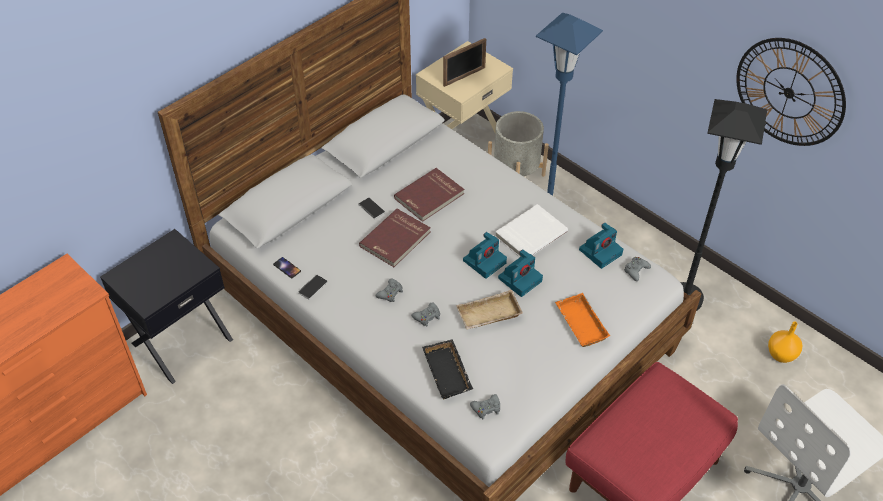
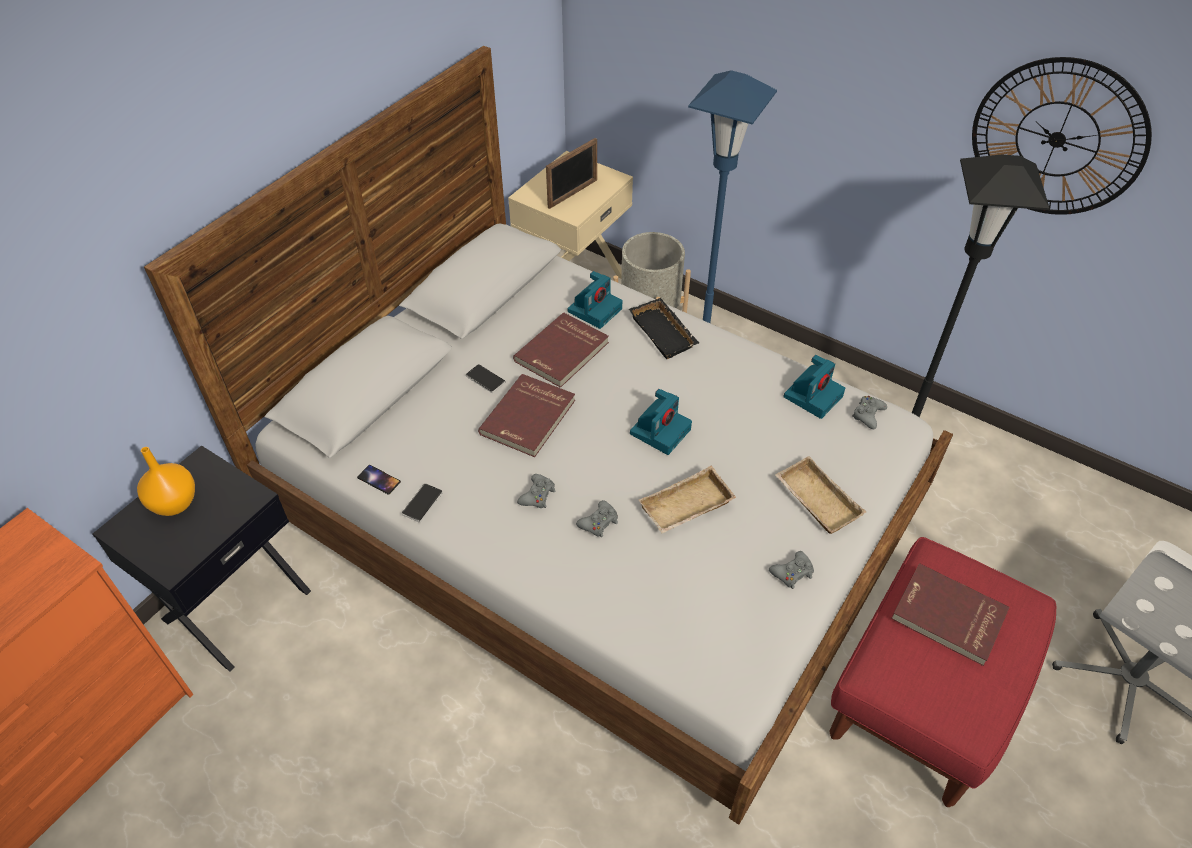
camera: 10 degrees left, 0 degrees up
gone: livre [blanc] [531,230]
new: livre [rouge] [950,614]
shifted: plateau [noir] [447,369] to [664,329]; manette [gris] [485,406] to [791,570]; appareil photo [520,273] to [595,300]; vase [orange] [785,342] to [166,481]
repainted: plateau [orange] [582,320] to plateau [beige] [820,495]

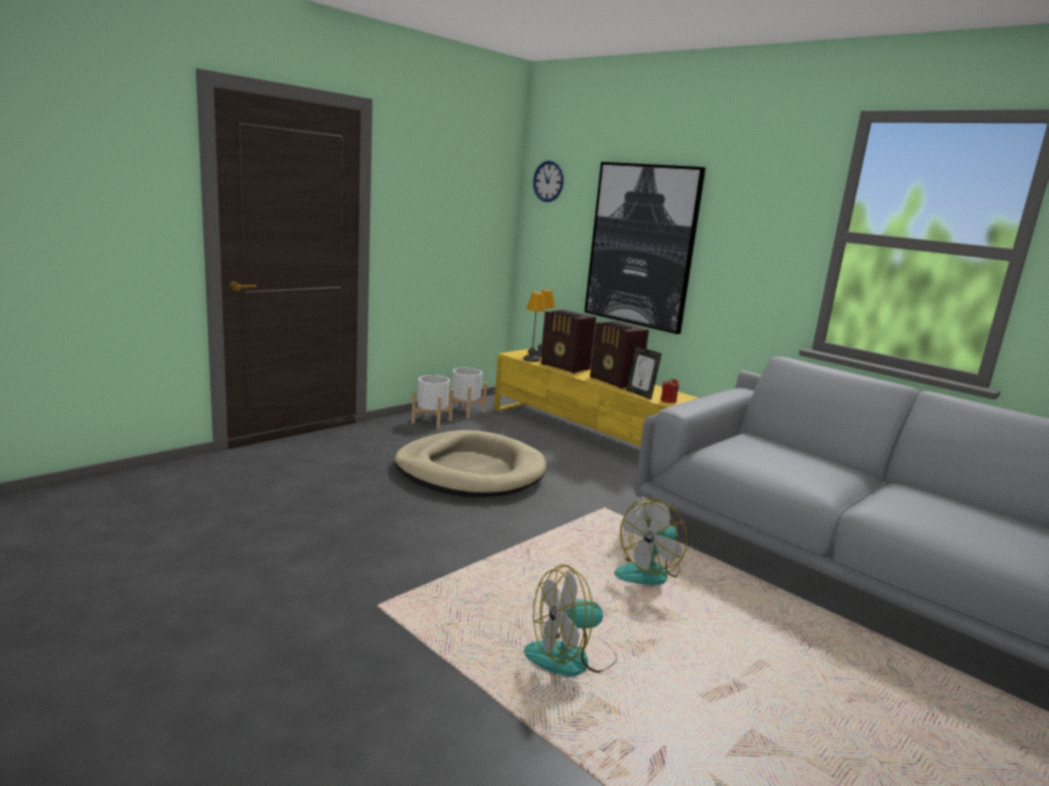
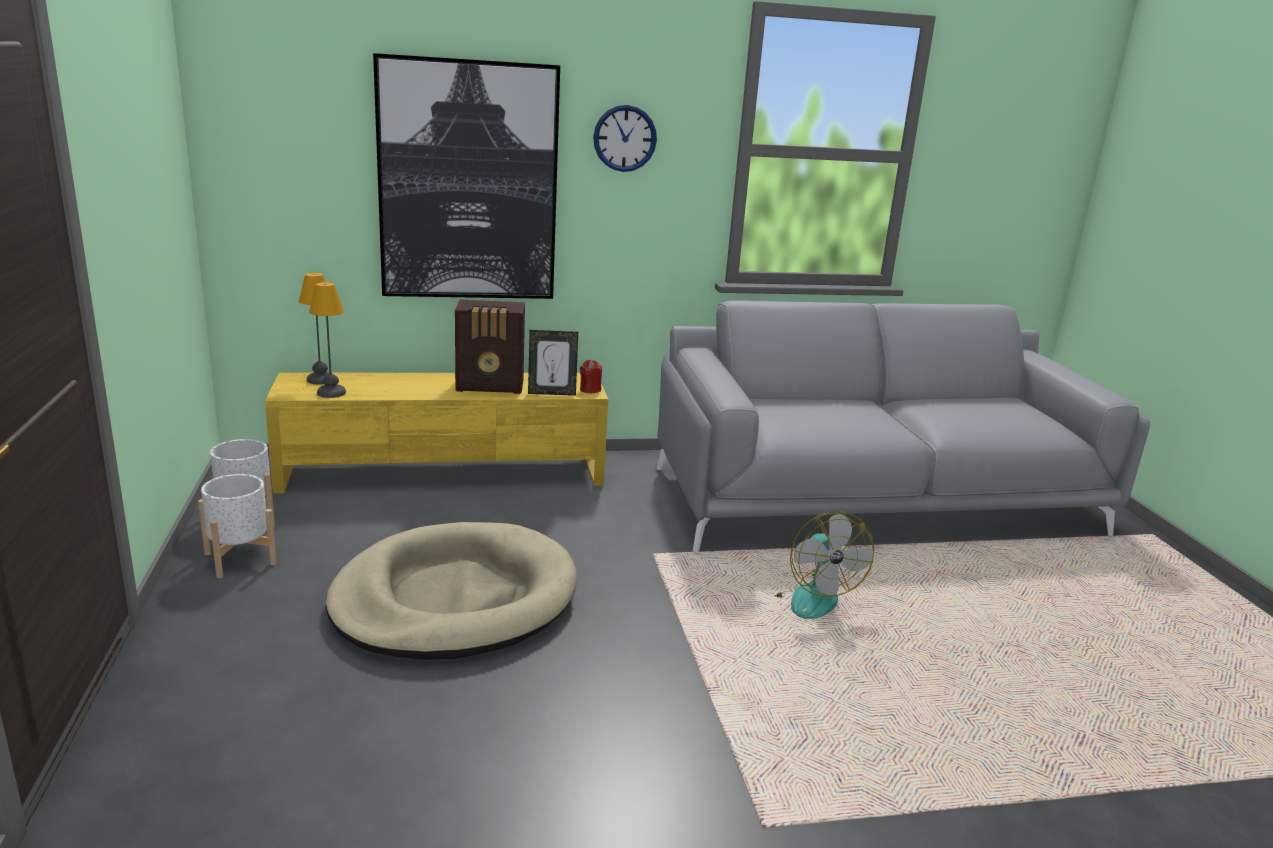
camera: 55 degrees left, 5 degrees up
gone: ventilateur [570,621]; radio [568,341]
shifted: horloge murale [548,181] to [625,138]

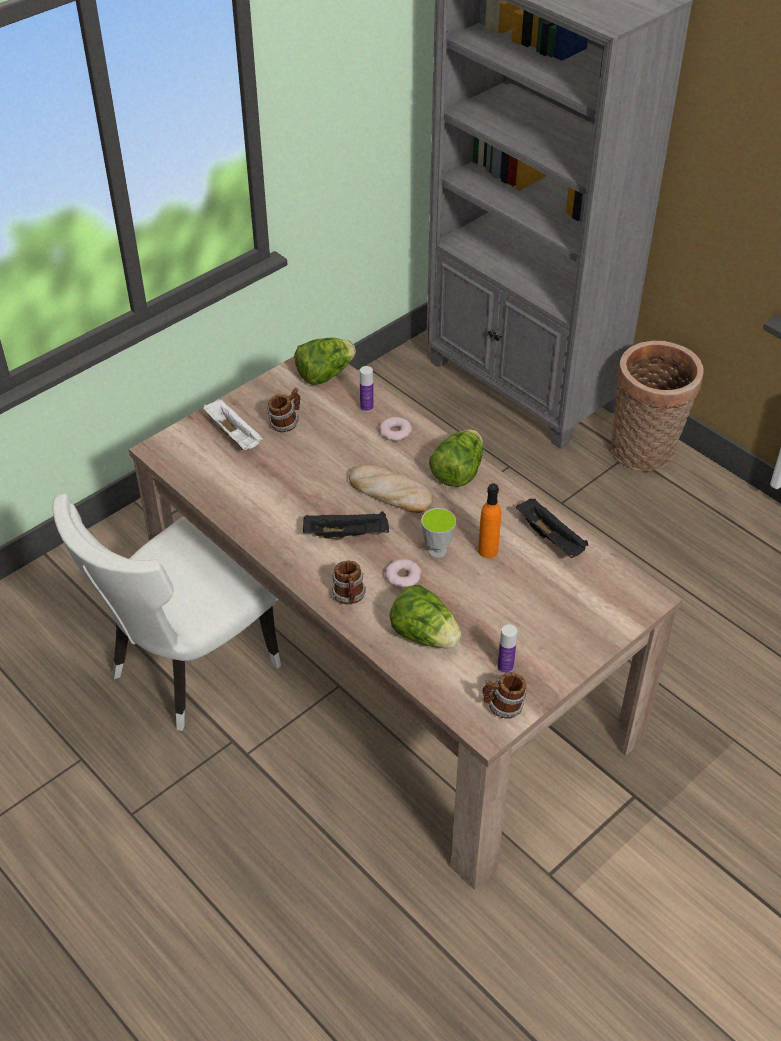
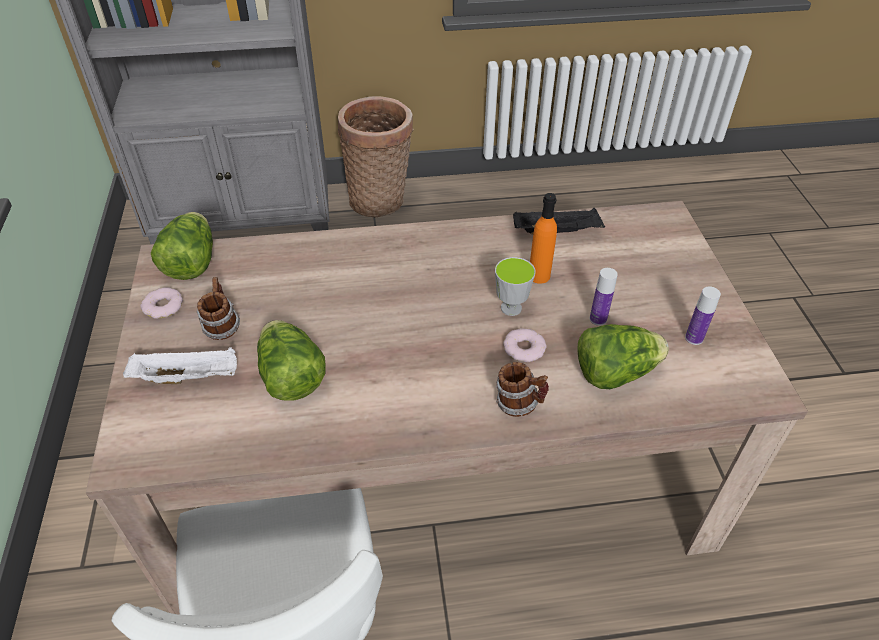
camera: 55 degrees left, 0 degrees up
gone: plateau [noir] [346,525]; pain [391,488]; mug [504,695]
shifted: bouteille [367,389] to [604,297]; beignet [395,429] to [161,303]; laitue [456,458] to [291,360]

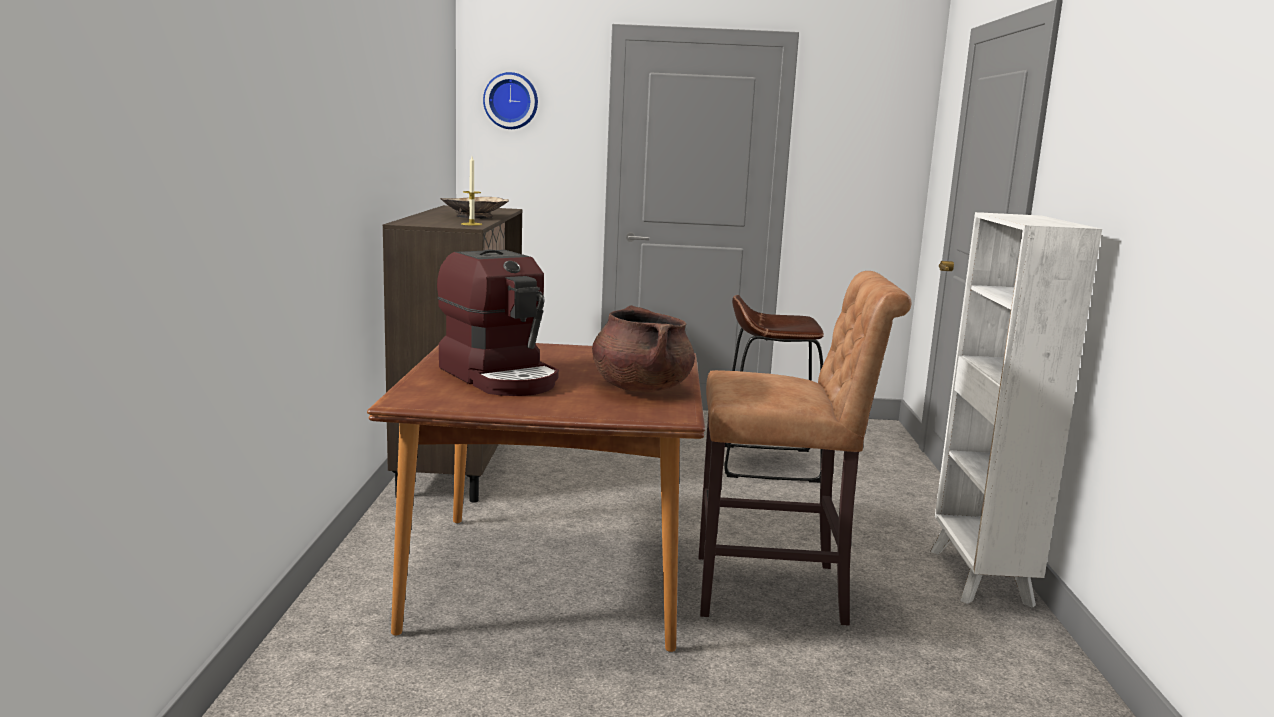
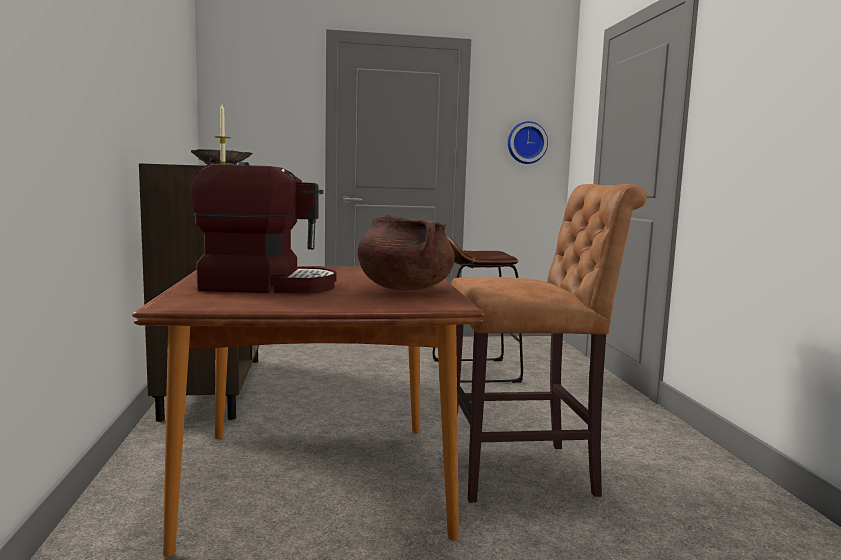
camera: 10 degrees left, 5 degrees down
gone: bibliothèque [blanc] [1016,410]
shifted: horloge murale [510,100] to [528,142]
rotated: machine à café [498,323] = [263,228] 45 degrees counterclockwise

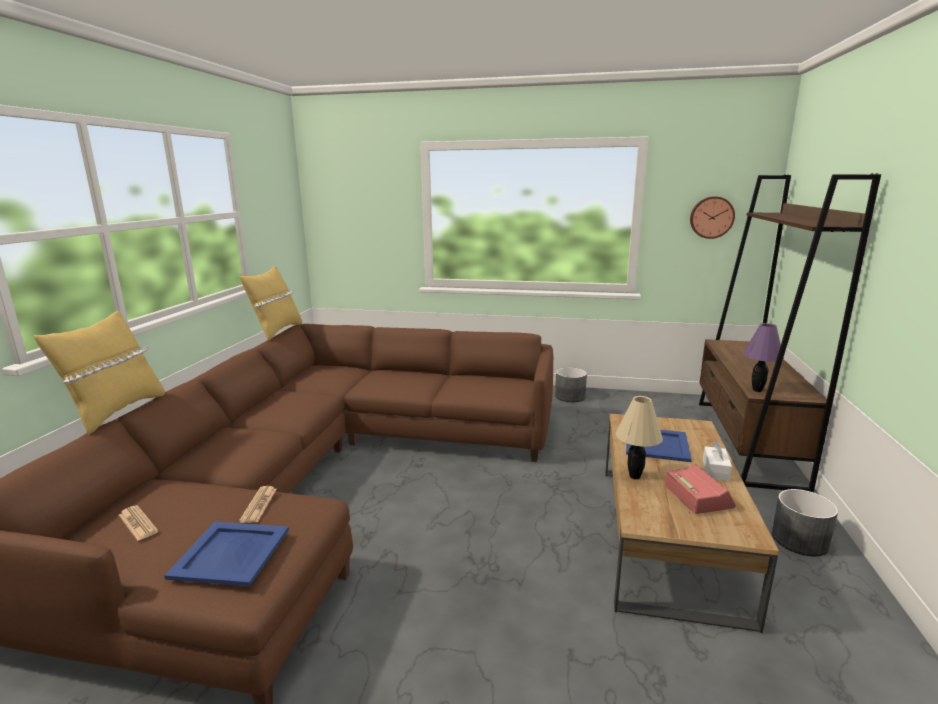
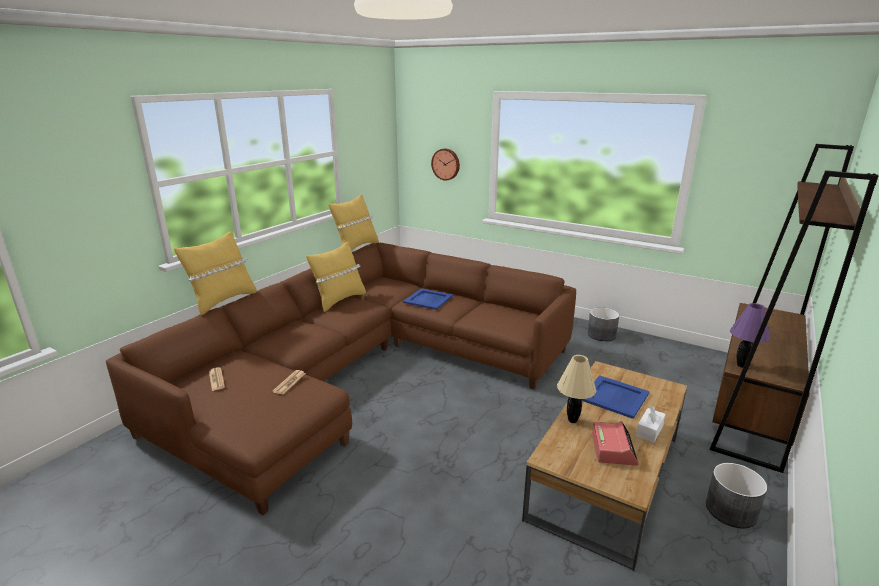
camera: 20 degrees right, 5 degrees up
new: coussin [jaune] [336,277]
shifted: plateau [bleu] [226,554] to [428,299]; horloge murale [712,217] to [445,165]

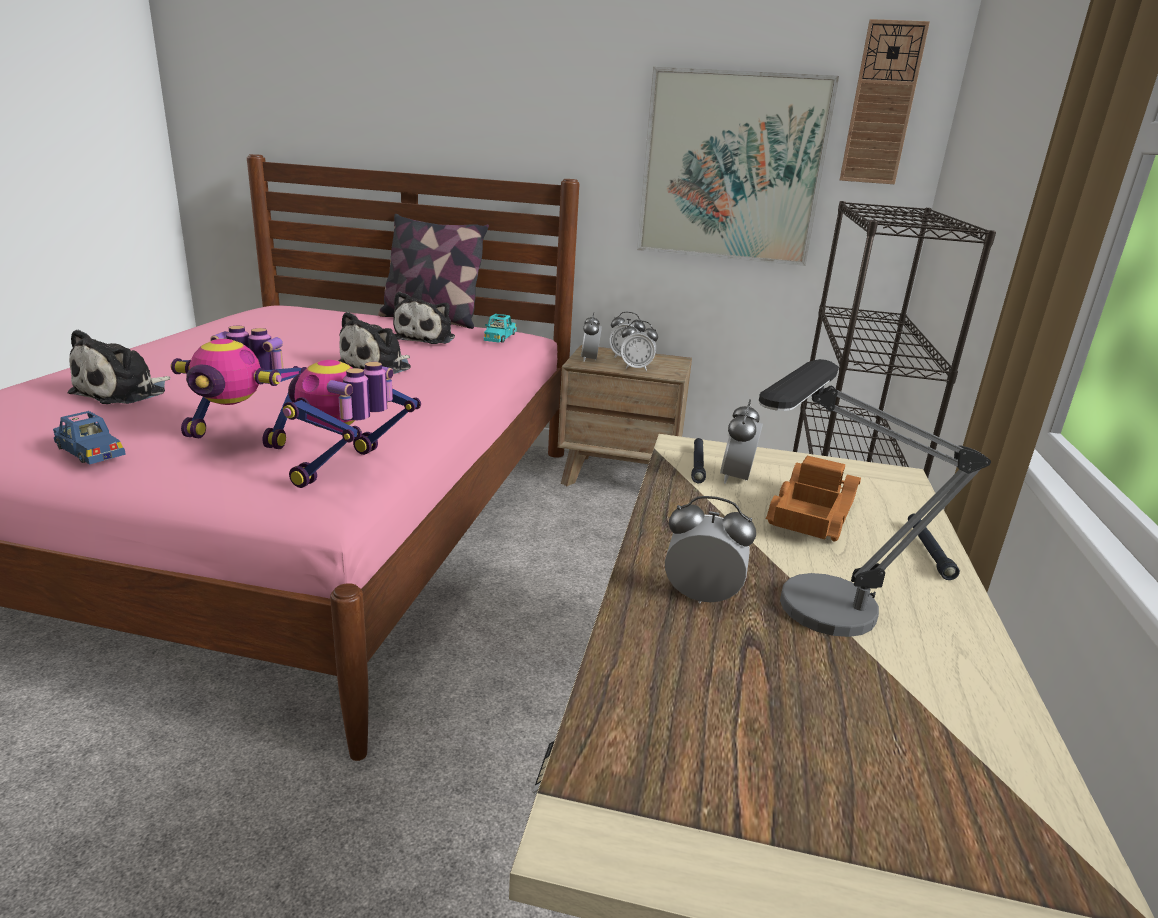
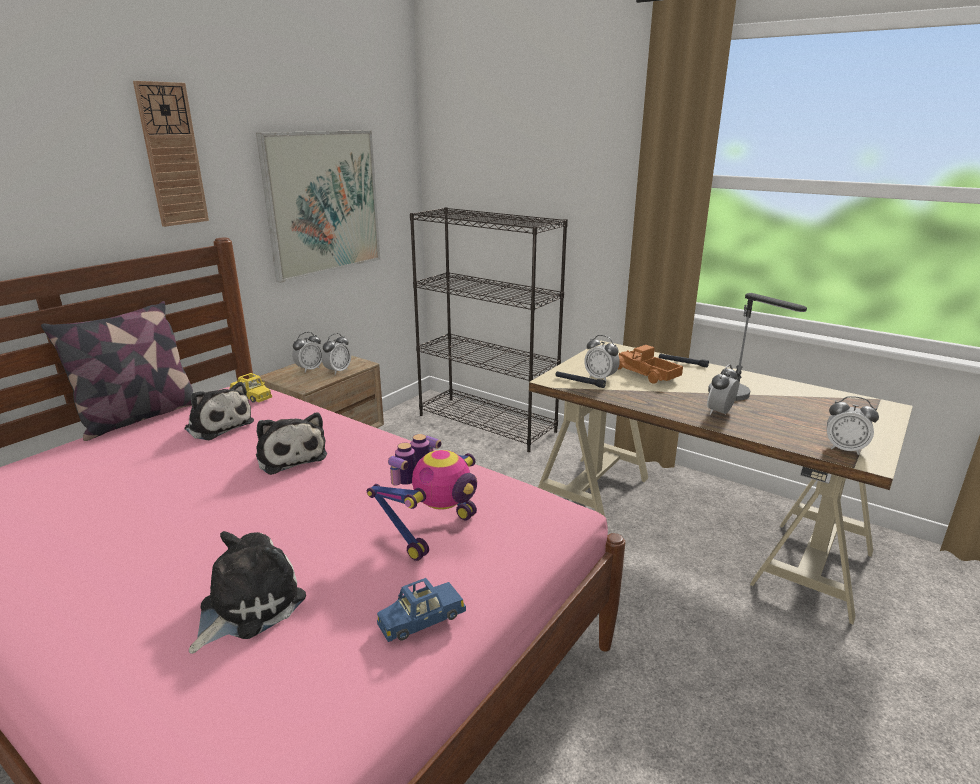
camera: 65 degrees left, 0 degrees up
gone: robot jouet [352,424]
shifted: réveil [591,337] to [853,425]; horloge murale [885,101] to [171,154]
repainted: petite voiture [turquoise] [500,328] to petite voiture [jaune] [250,387]
rotated: peluche [119,366] = [247,592] 105 degrees counterclockwise

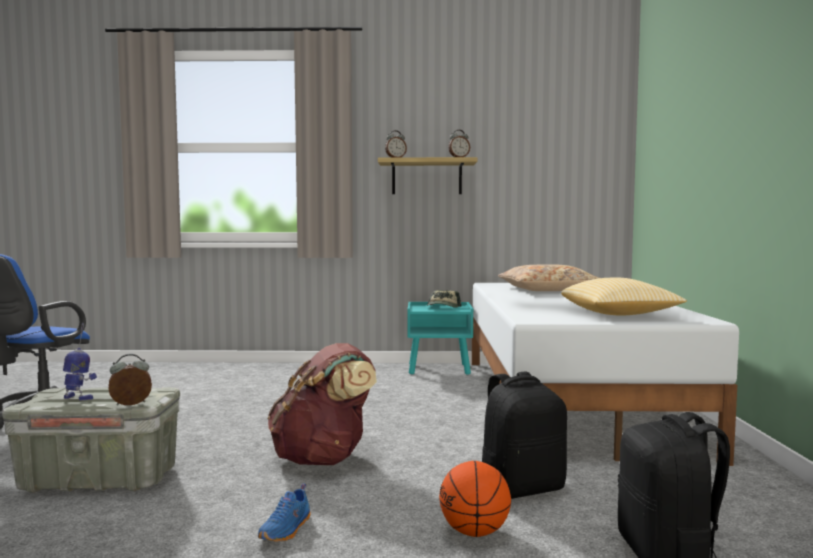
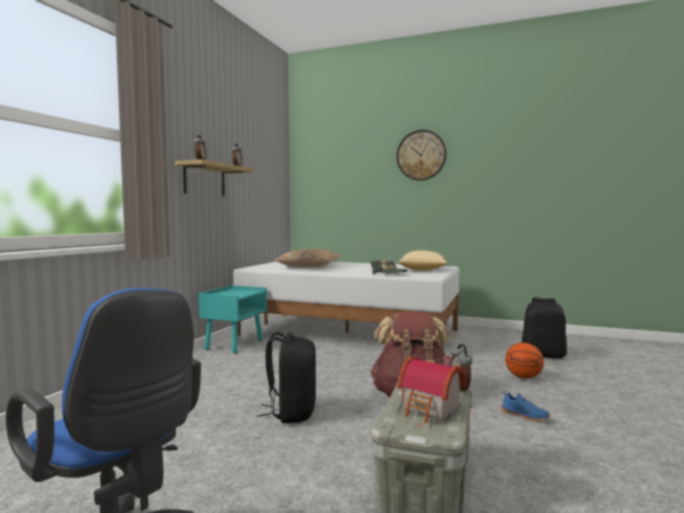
camera: 70 degrees left, 0 degrees up
new: horloge murale [421,155]
shifted: casquette [444,299] to [389,266]; sac à dos [noir] [524,435] to [286,377]
swapped: robot jouet [80,362] to maison miniature [432,389]

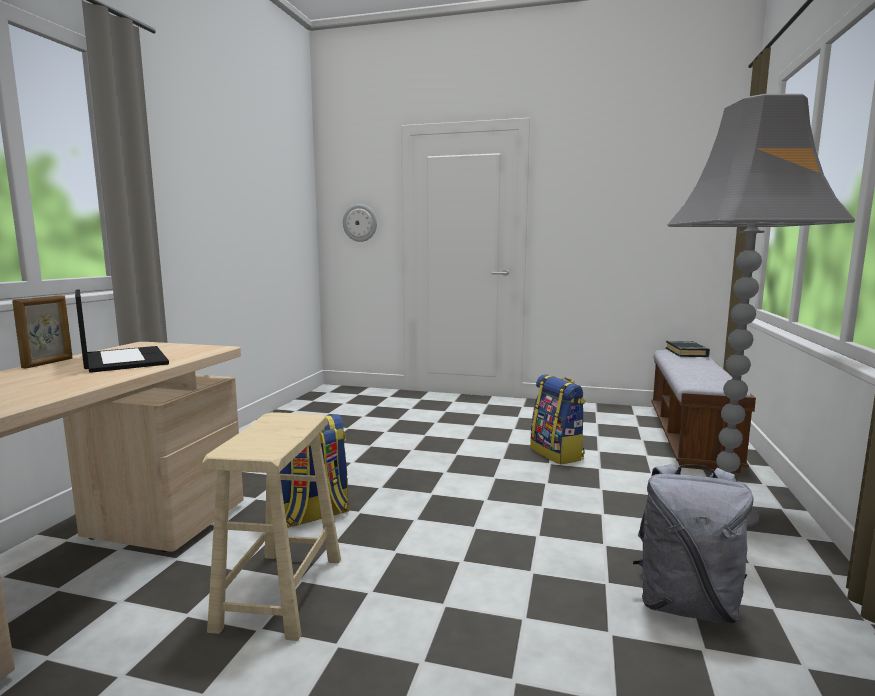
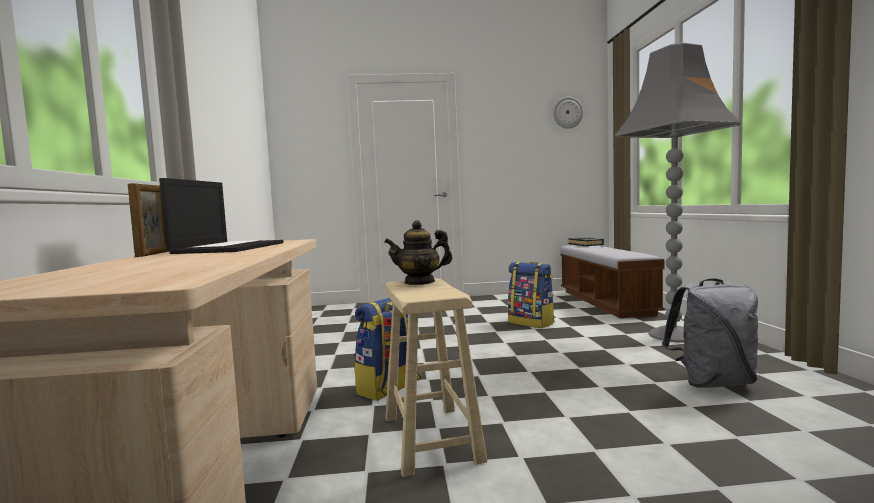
camera: 20 degrees left, 5 degrees down
new: théière [418,252]
shifted: horloge murale [360,223] to [568,113]
rotated: ordinateur portable [122,331] = [221,216] 60 degrees clockwise

